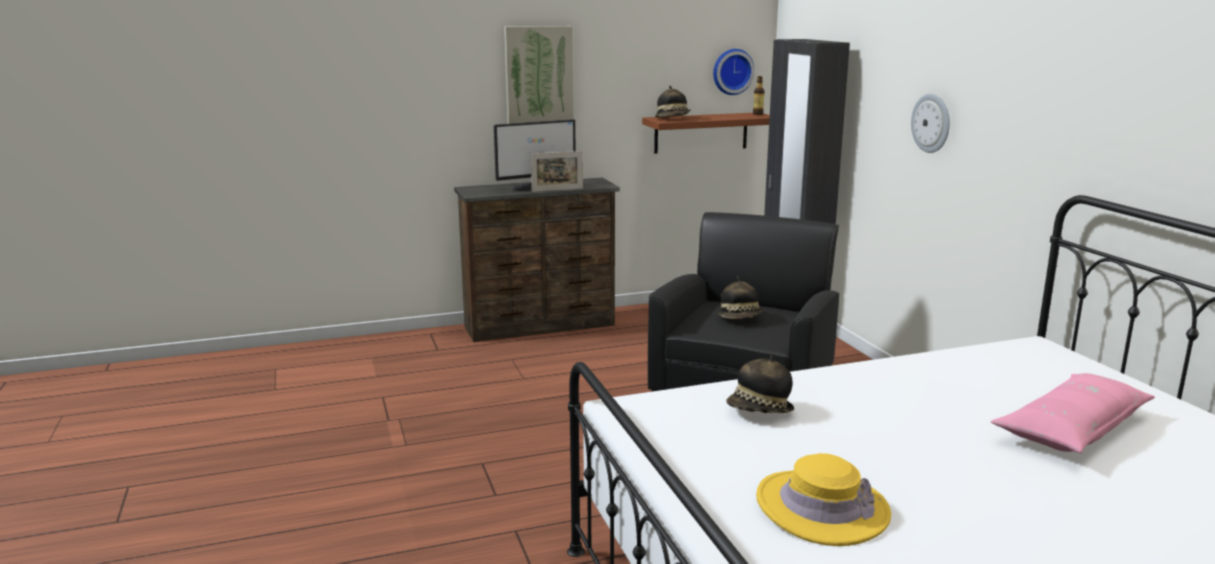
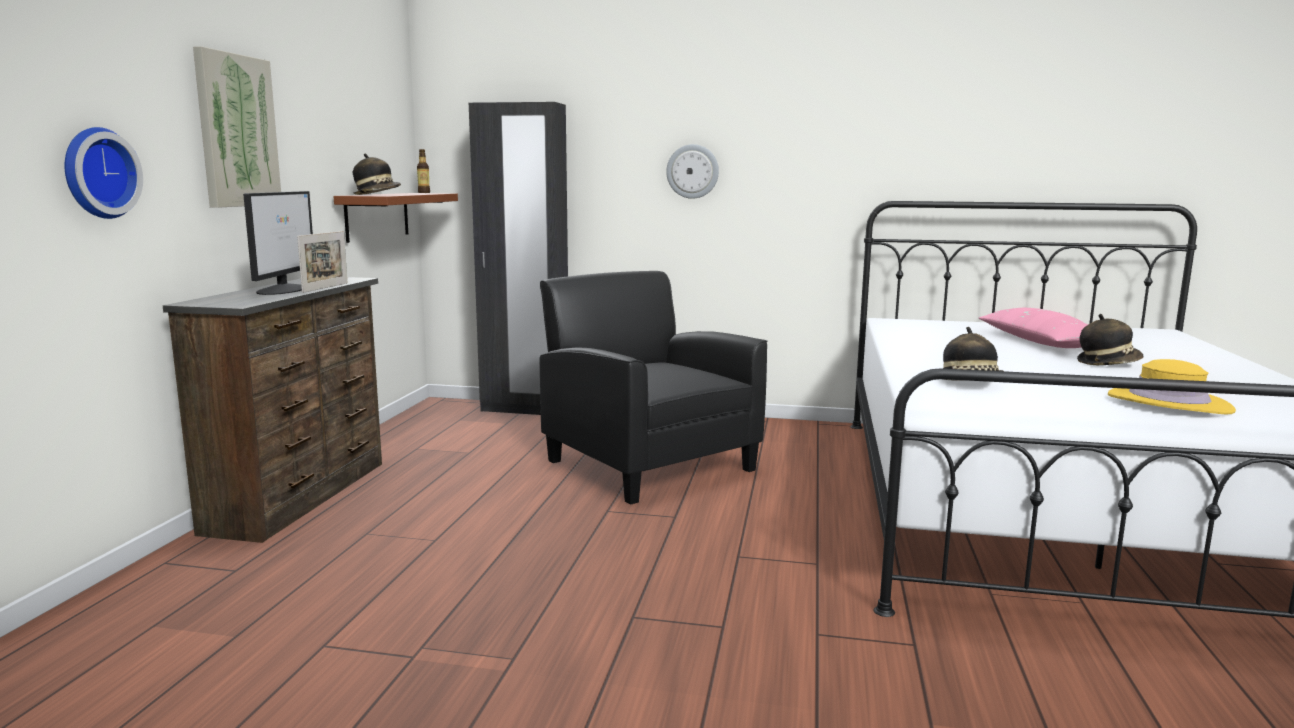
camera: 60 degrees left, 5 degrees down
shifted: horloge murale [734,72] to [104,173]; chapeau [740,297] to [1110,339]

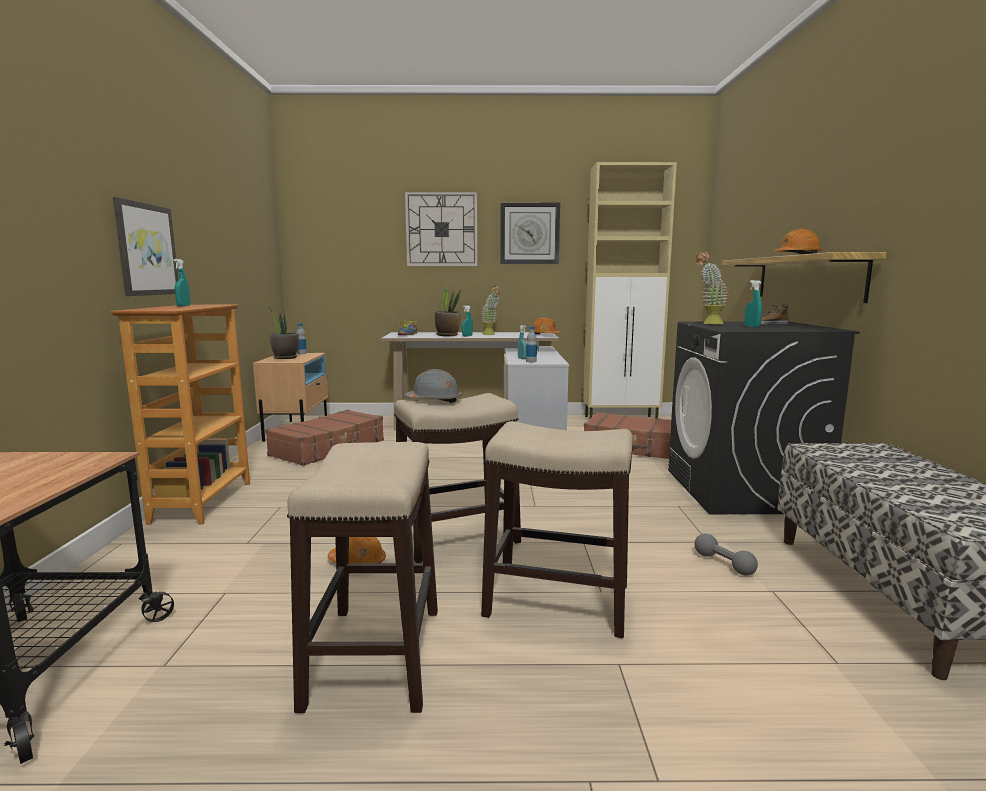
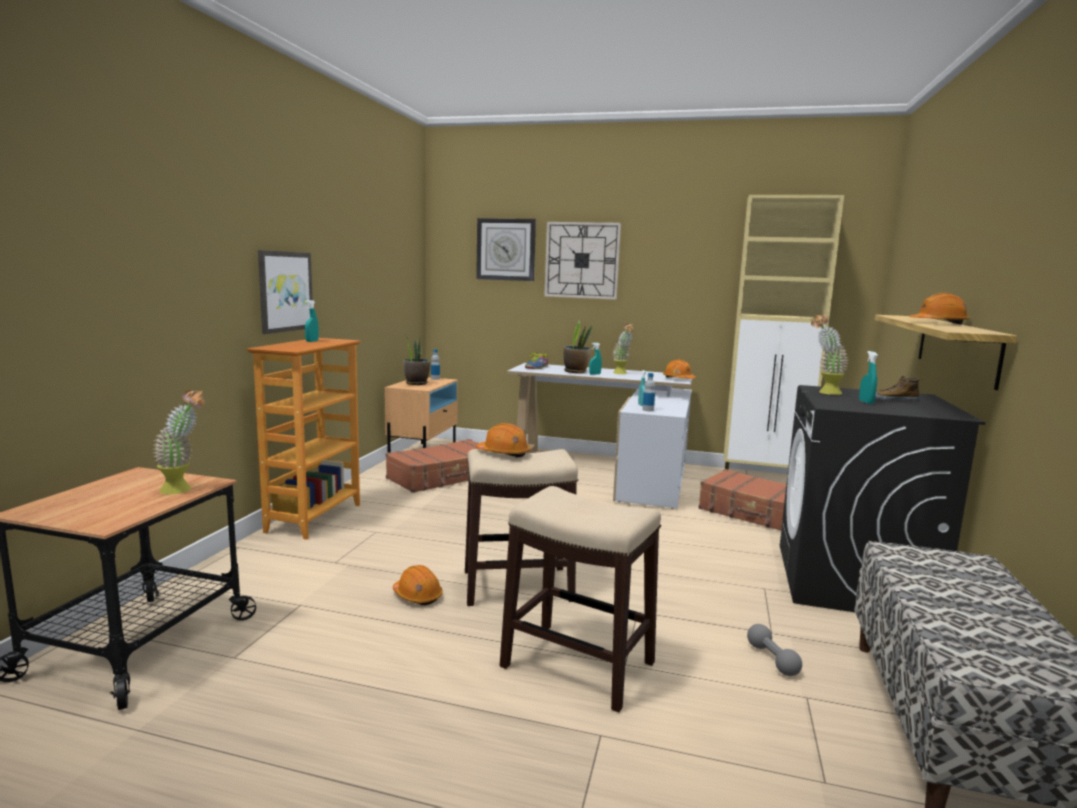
camera: 15 degrees right, 0 degrees up
gone: tabouret [362,577]
new: plante en pot [179,442]
shifted: horloge murale [530,233] to [506,249]
repainted: casque de chantier [gris] [433,386] to casque de chantier [orange] [503,440]

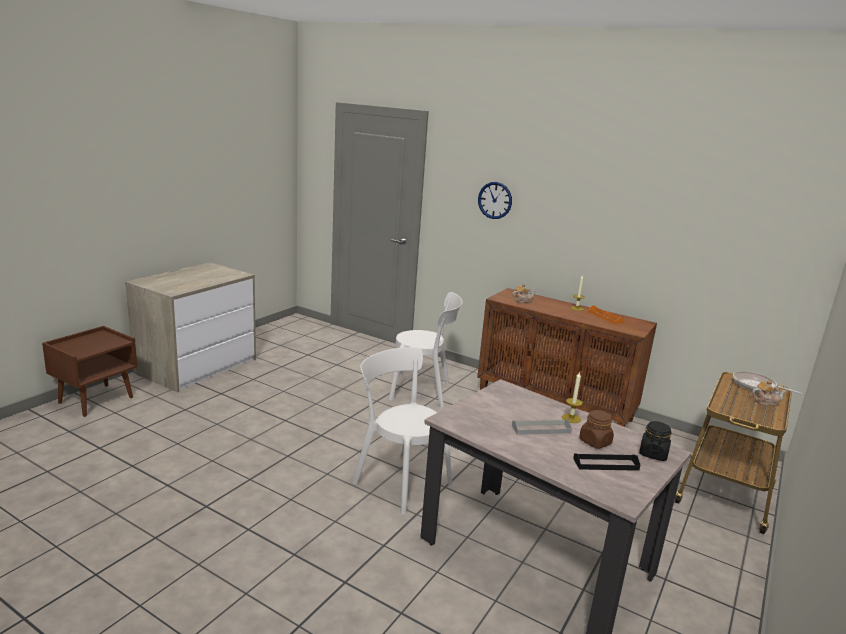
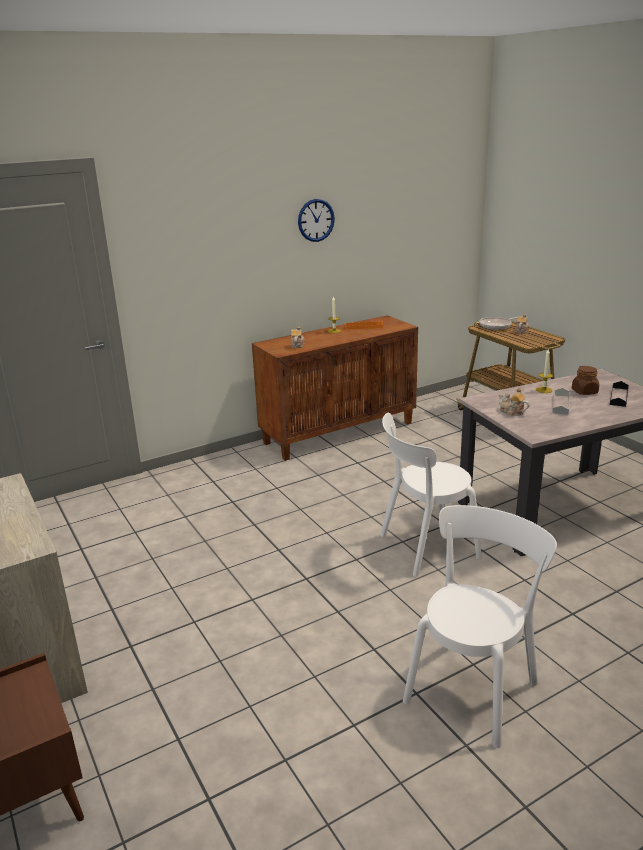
camera: 60 degrees left, 5 degrees up
gone: bocal [noir] [655,441]
new: théière [514,402]
shifted: chaise [blanc] [425,349] to [480,626]; horloge murale [495,200] to [316,220]

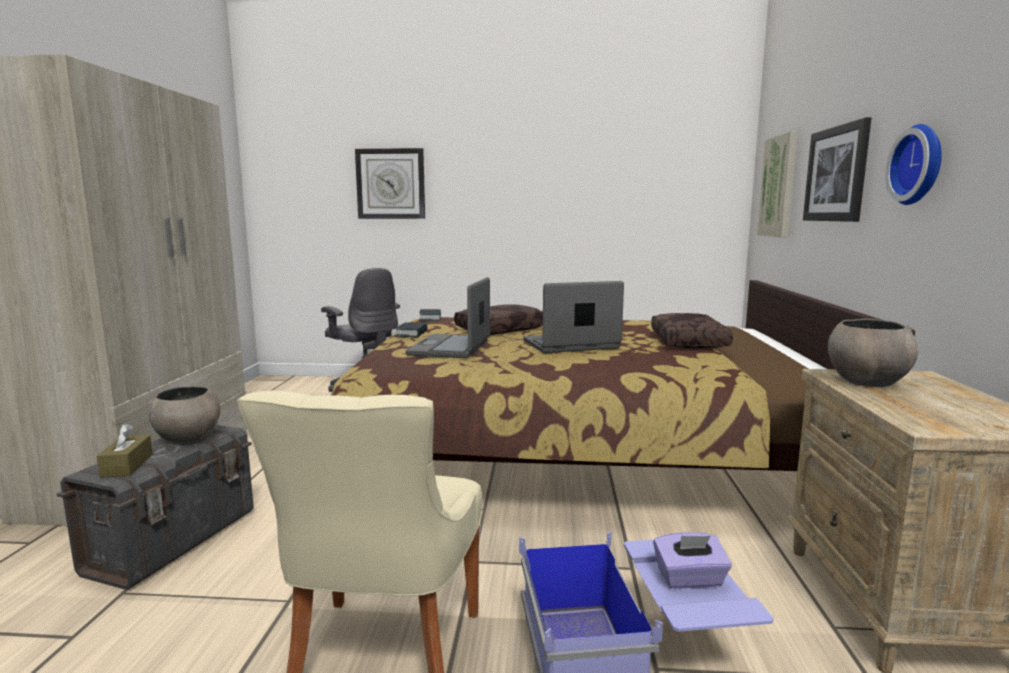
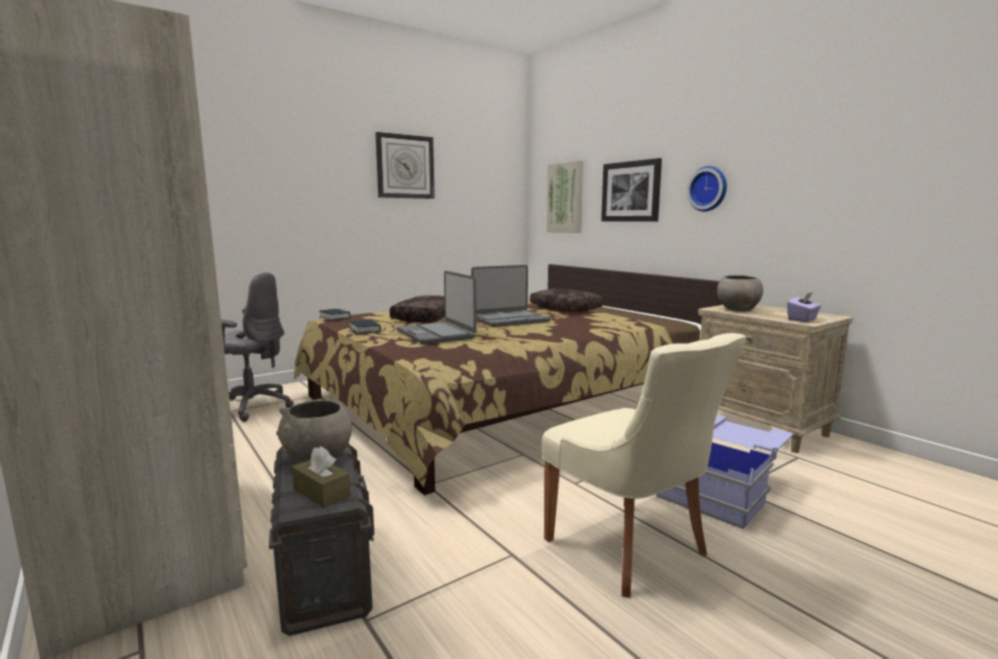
camera: 40 degrees left, 0 degrees up
shifted: horloge murale [390,183] to [405,165]; boîte à mouchoirs [violet] [692,560] to [804,307]
rotated: ordinateur portable [574,317] = [510,296] 150 degrees counterclockwise

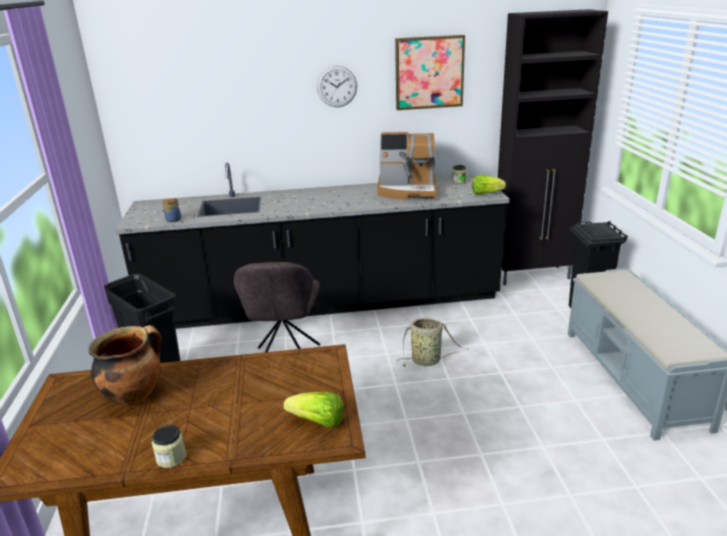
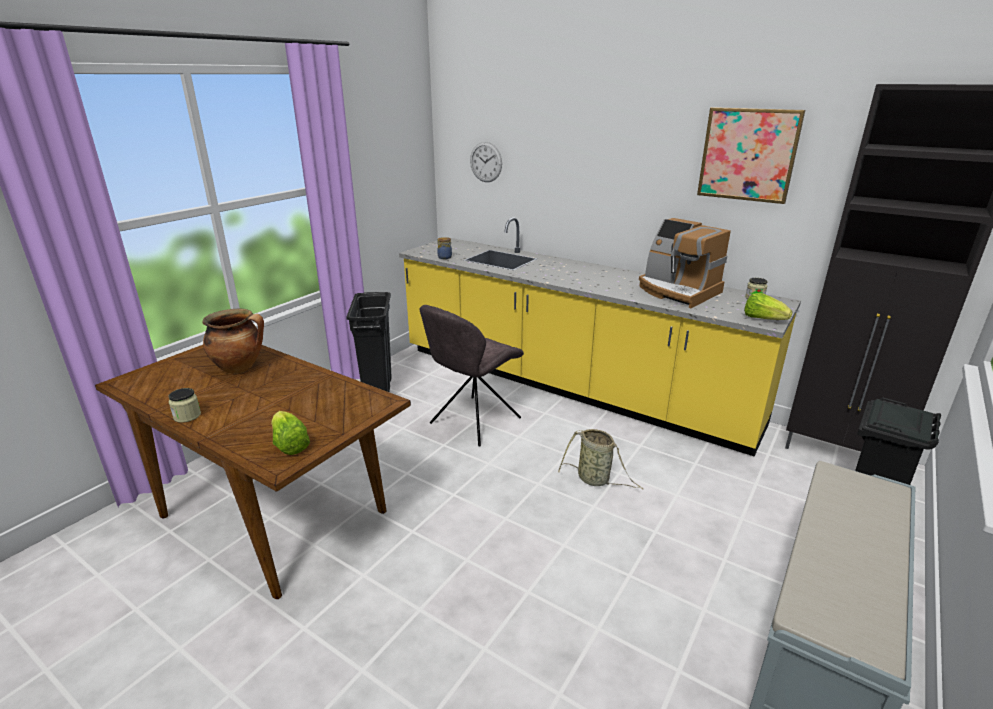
camera: 40 degrees right, 0 degrees up
shifted: horloge murale [337,86] to [486,162]
repainted: comptoir de cuisine [noir] [312,245] to comptoir de cuisine [jaune] [600,336]

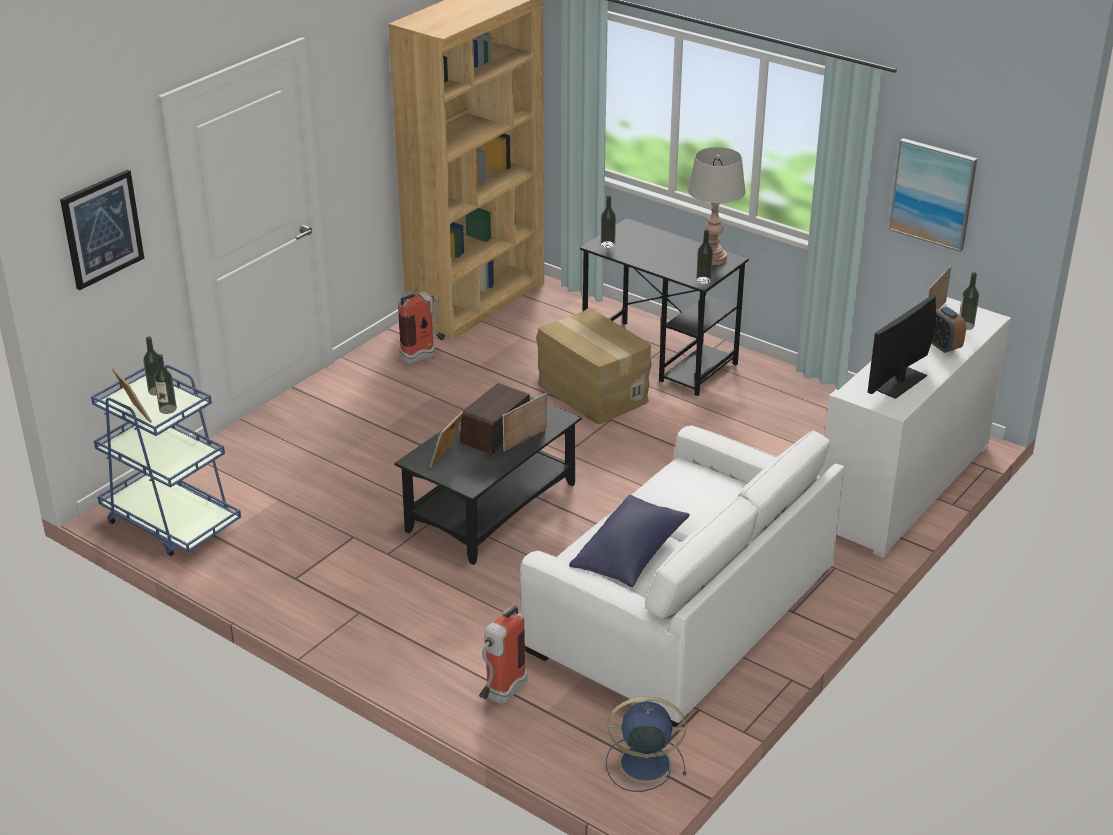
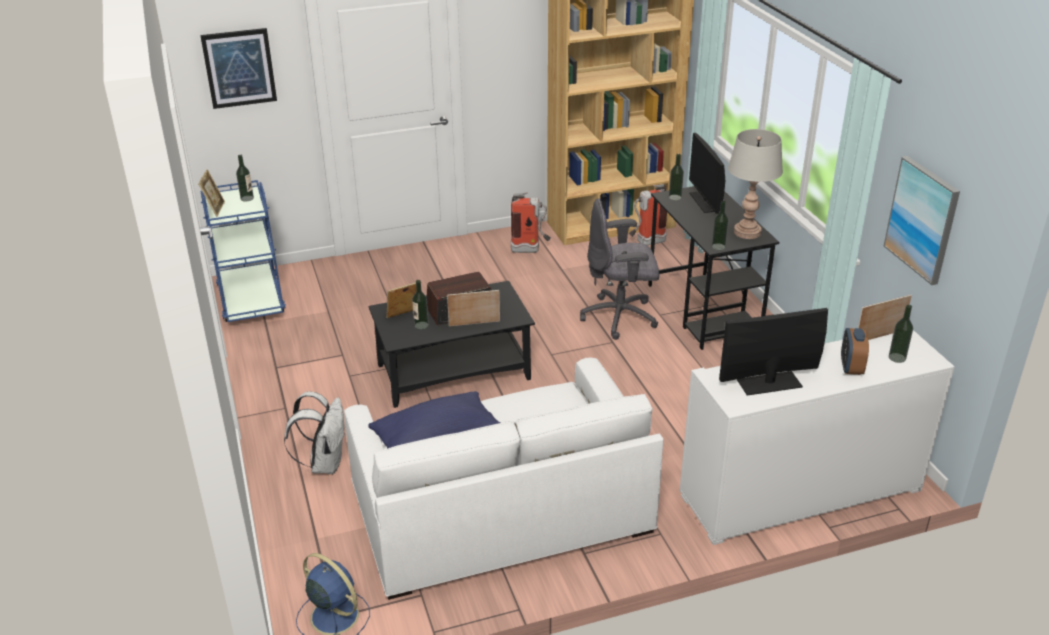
camera: 35 degrees right, 0 degrees up
new: sac à dos [blanc] [315,432]; écran d'ordinateur [707,173]
shifted: bouteille [165,384] to [420,304]; extincteur [503,654] to [648,214]
swapped: carton [594,366] to chaise de bureau [gris] [619,269]

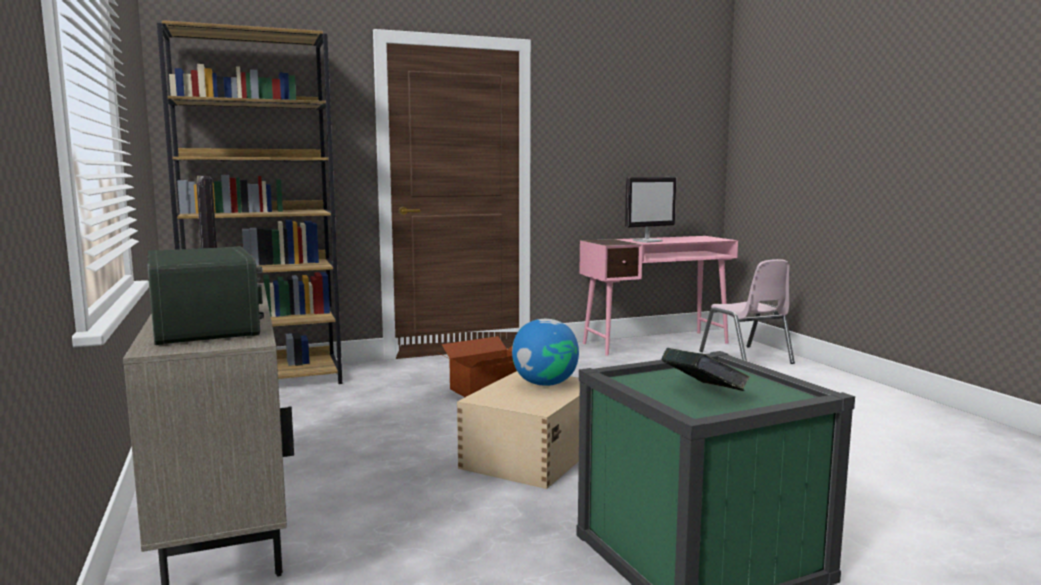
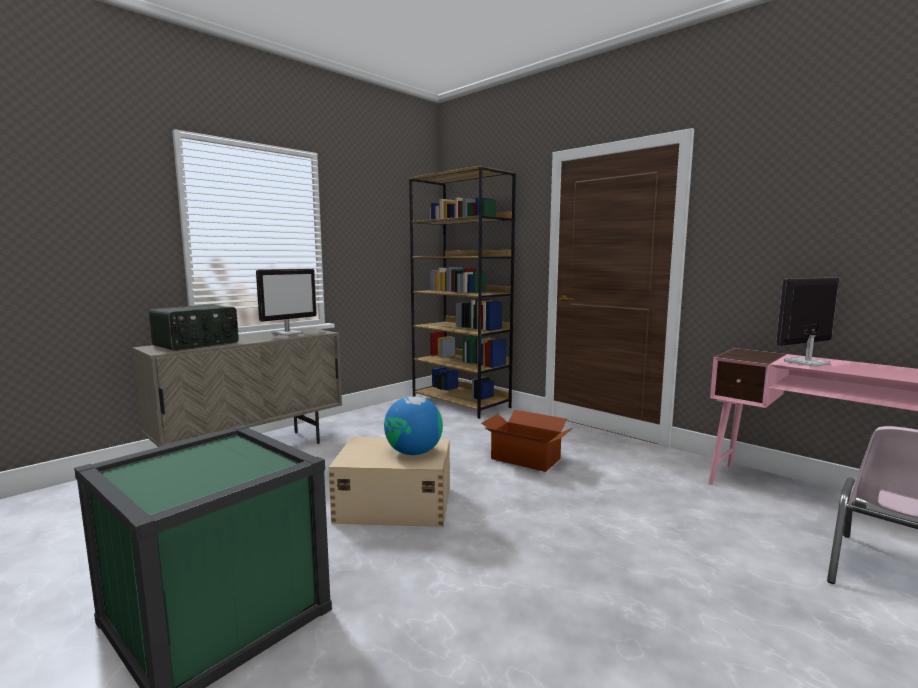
camera: 65 degrees right, 0 degrees up
gone: livre [706,369]
rotated: écran d'ordinateur [650,210] = [807,322] 120 degrees clockwise

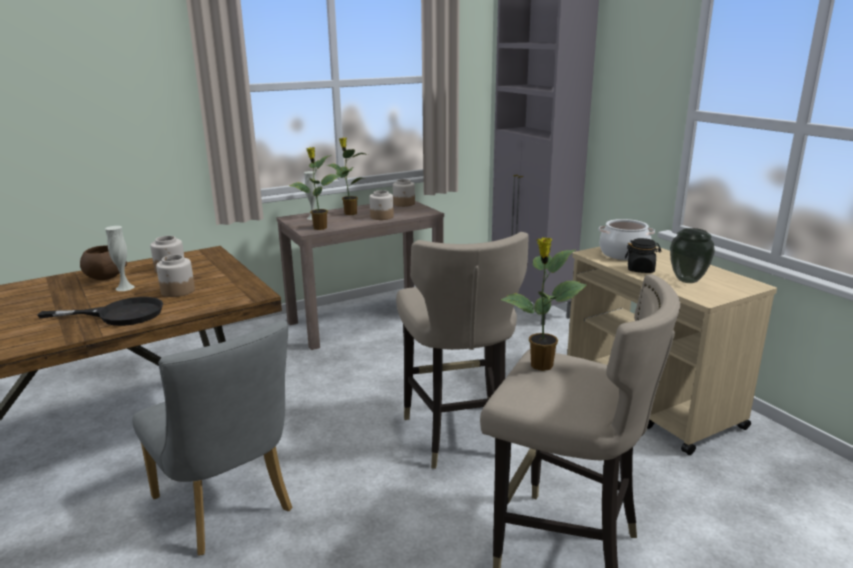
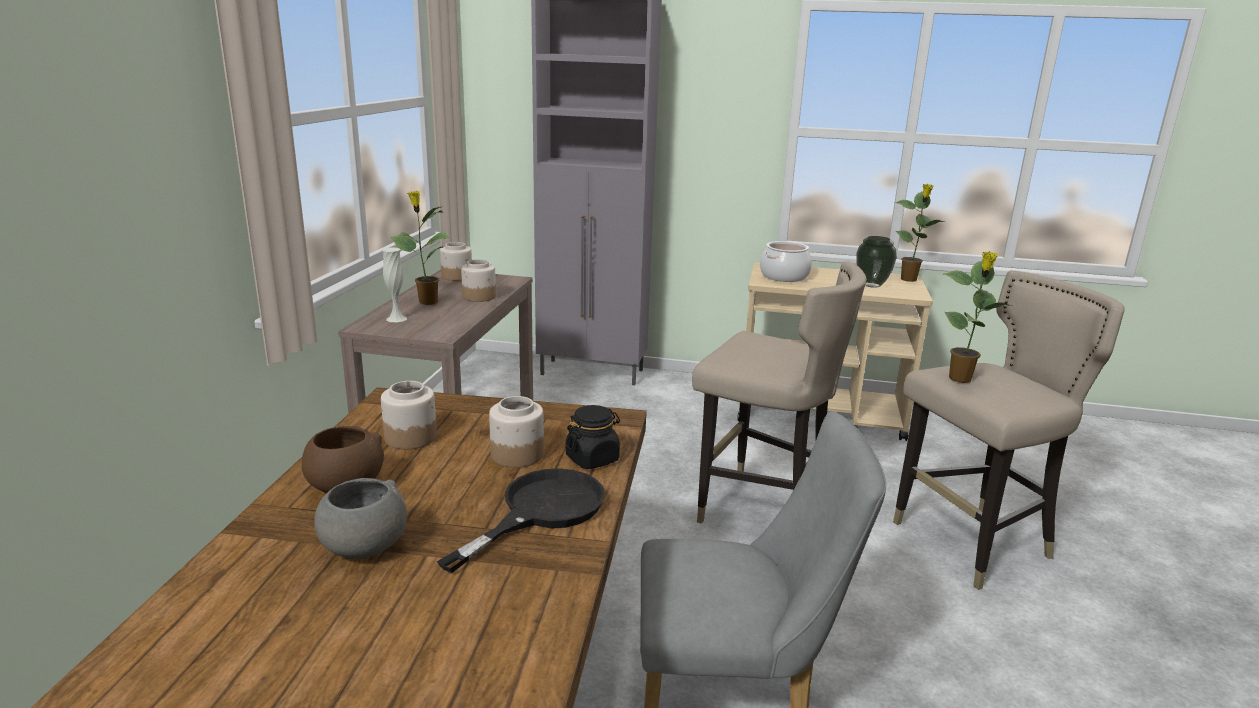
camera: 50 degrees left, 0 degrees up
gone: vase [blanc] [120,258]
new: bol [gris] [360,518]
shifted: plante en pot [314,188] to [919,233]; bocal [noir] [643,255] to [592,437]

